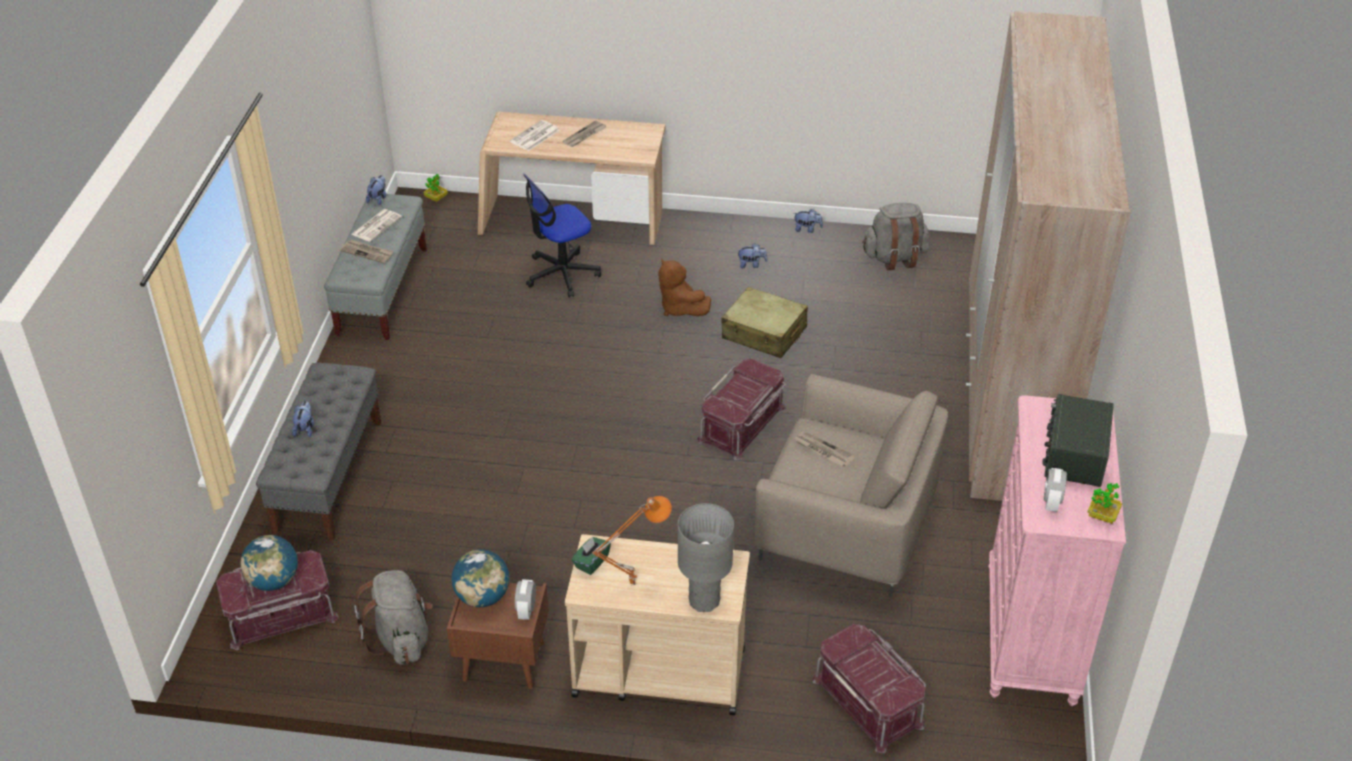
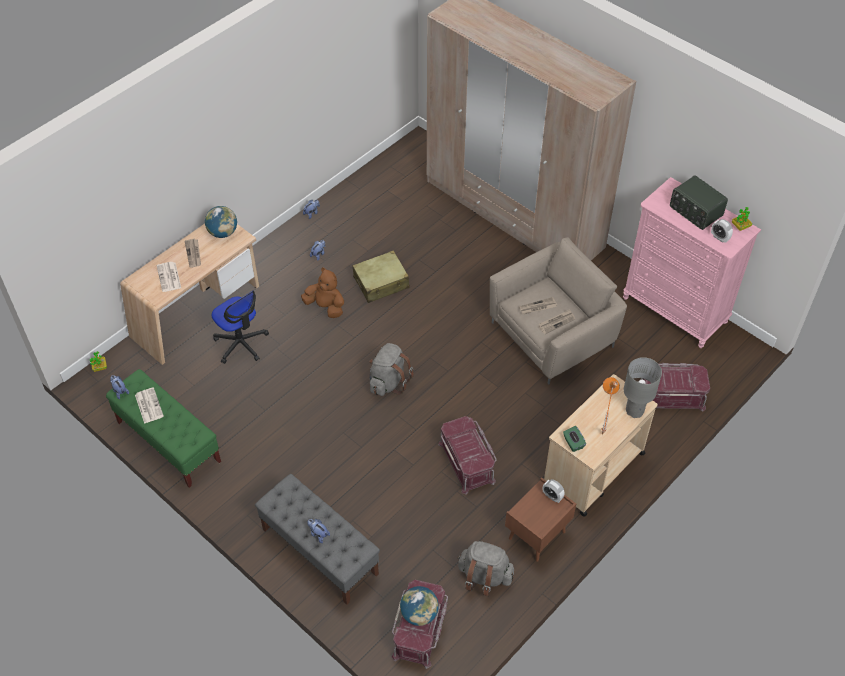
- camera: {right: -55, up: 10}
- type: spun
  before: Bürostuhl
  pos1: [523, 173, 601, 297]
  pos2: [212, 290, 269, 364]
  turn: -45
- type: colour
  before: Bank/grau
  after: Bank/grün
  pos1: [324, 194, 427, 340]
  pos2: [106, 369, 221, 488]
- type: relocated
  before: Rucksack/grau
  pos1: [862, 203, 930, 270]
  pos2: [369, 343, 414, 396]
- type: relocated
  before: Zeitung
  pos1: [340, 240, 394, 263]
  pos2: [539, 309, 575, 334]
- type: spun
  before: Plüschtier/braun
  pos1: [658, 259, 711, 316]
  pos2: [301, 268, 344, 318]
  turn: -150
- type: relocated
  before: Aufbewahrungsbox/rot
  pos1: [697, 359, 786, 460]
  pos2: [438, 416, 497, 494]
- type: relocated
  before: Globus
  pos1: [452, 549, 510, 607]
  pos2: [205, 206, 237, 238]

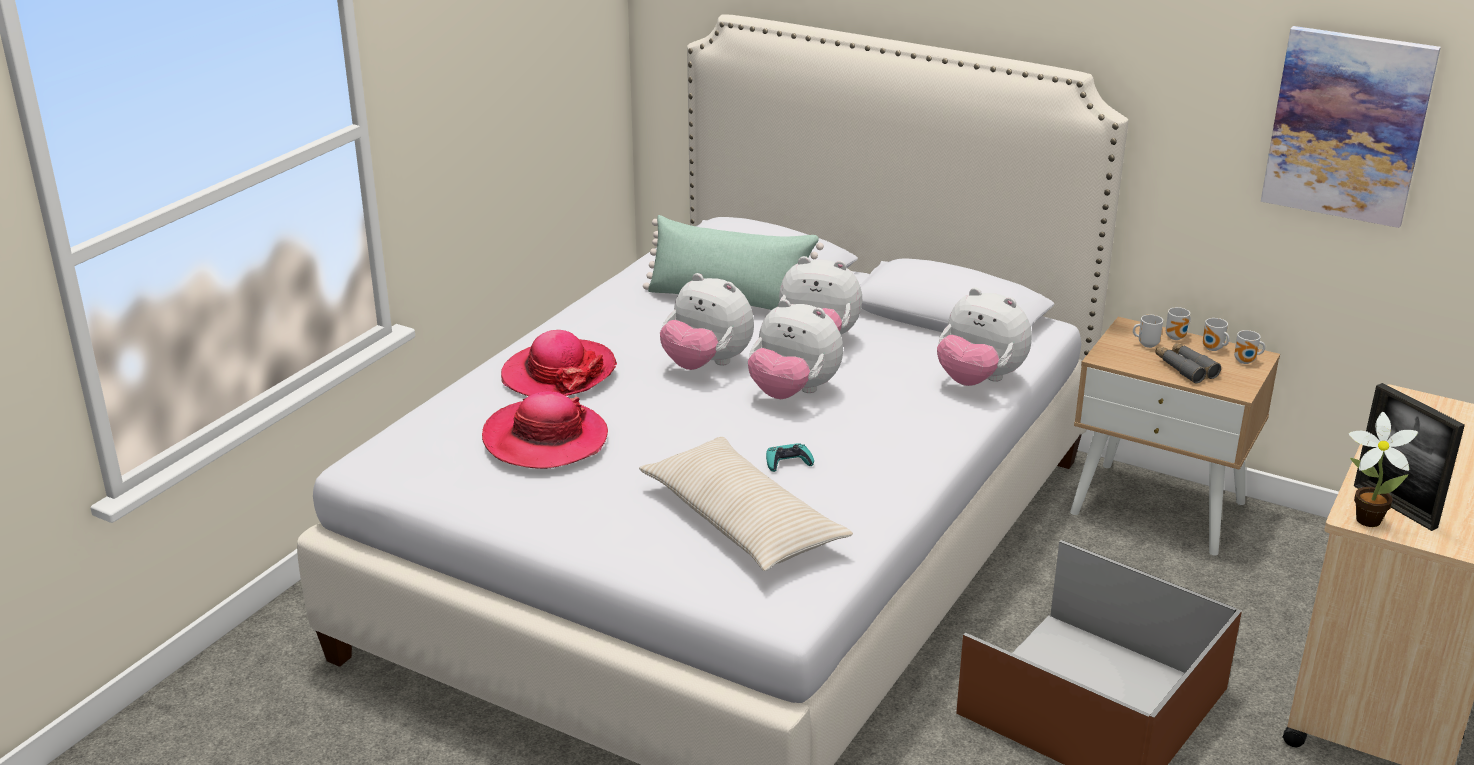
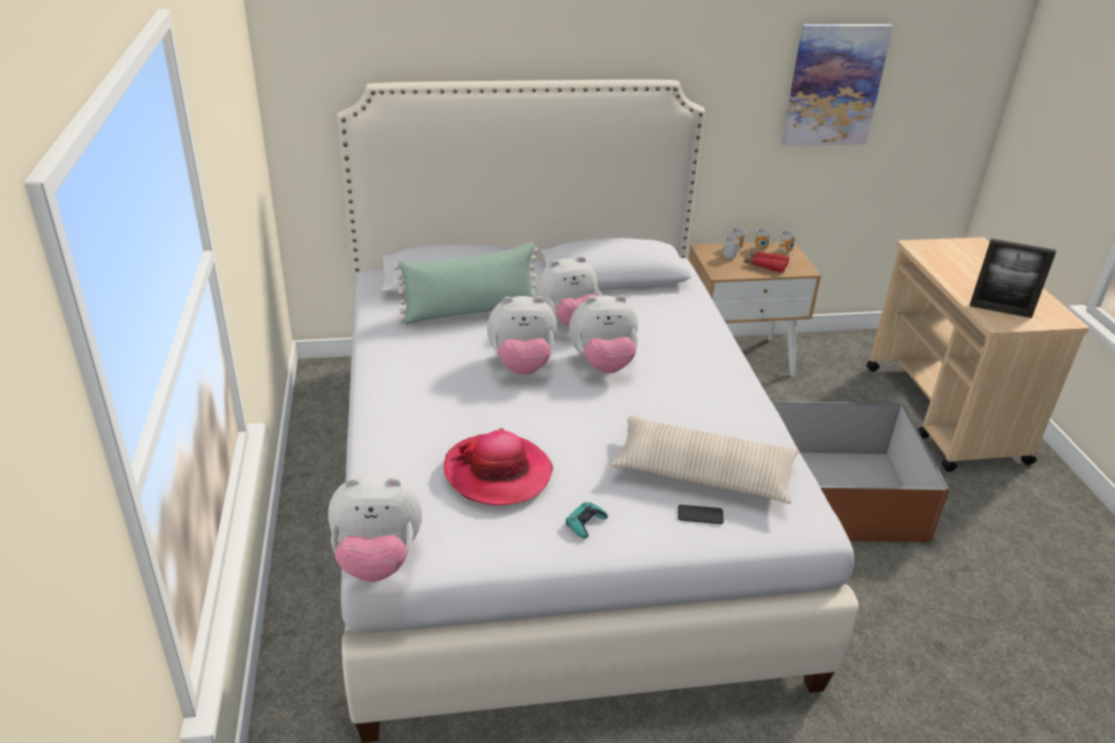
- camera: {right: -40, up: 5}
- type: relocated
  before: Plüschtier
  pos1: [937, 287, 1032, 386]
  pos2: [328, 473, 422, 582]
- type: missing
  before: Hut
  pos1: [501, 330, 617, 396]
- type: colour
  before: Fernglas/grau
  after: Fernglas/rot
  pos1: [1155, 342, 1221, 383]
  pos2: [745, 250, 789, 273]
- type: missing
  before: Topfpflanze
  pos1: [1349, 412, 1418, 527]
- type: relocated
  before: Gamepad/türkis
  pos1: [766, 443, 814, 472]
  pos2: [566, 502, 608, 539]
- type: appeared
  after: Handy
  pos2: [678, 505, 724, 524]

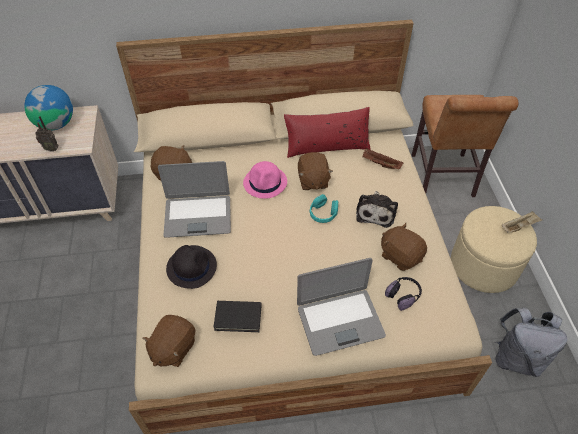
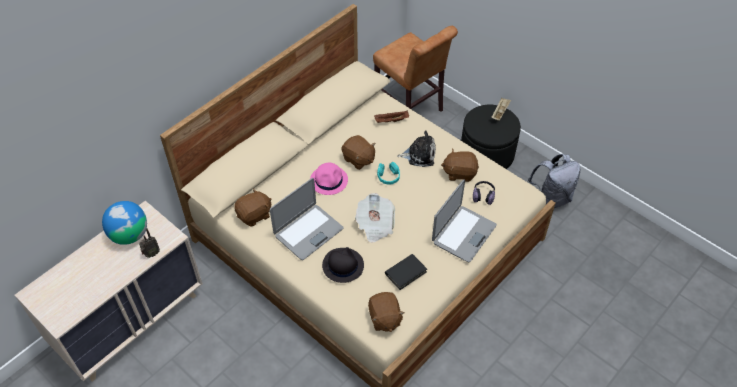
- camera: {right: -40, up: 0}
- type: missing
  before: Kissen/rot
  pos1: [284, 107, 371, 158]
- type: spun
  before: Plüschtier
  pos1: [356, 191, 398, 228]
  pos2: [397, 130, 436, 167]
  turn: -60
- type: colour
  before: Polsterhocker/beige
  after: Polsterhocker/schwarz
  pos1: [451, 206, 537, 293]
  pos2: [461, 105, 521, 169]
- type: appeared
  after: Zeitung
  pos2: [355, 193, 395, 243]

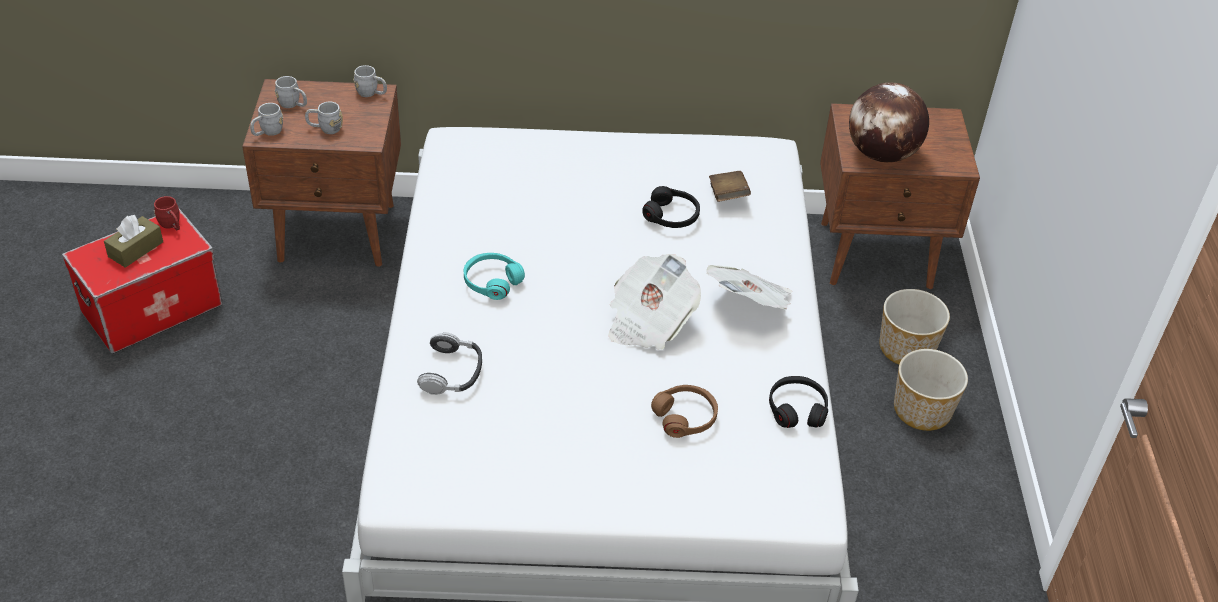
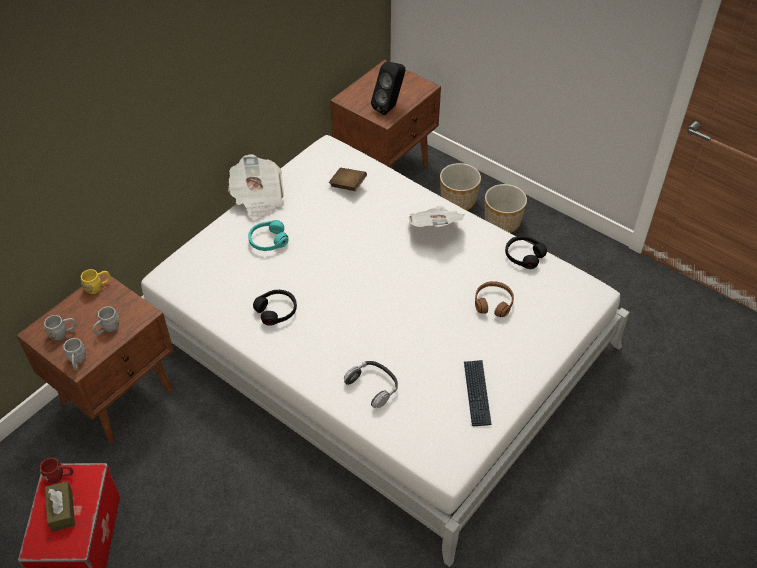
- camera: {right: -50, up: 5}
- type: colour
  before: Henkelbecher/grau
  after: Henkelbecher/gelb
  pos1: [354, 65, 387, 97]
  pos2: [81, 269, 110, 294]
- type: exchanged
  before: Globus
  after: Lautsprecher/schwarz
  pos1: [849, 82, 929, 162]
  pos2: [371, 61, 406, 115]
- type: relocated
  before: Kopfhörer/schwarz
  pos1: [643, 186, 700, 228]
  pos2: [253, 290, 297, 326]
- type: relocated
  before: Kopfhörer/türkis
  pos1: [464, 253, 525, 300]
  pos2: [248, 220, 289, 251]
- type: relocated
  before: Zeitung
  pos1: [609, 254, 701, 350]
  pos2: [228, 154, 284, 220]
- type: appeared
  after: Tastatur
  pos2: [464, 360, 491, 426]

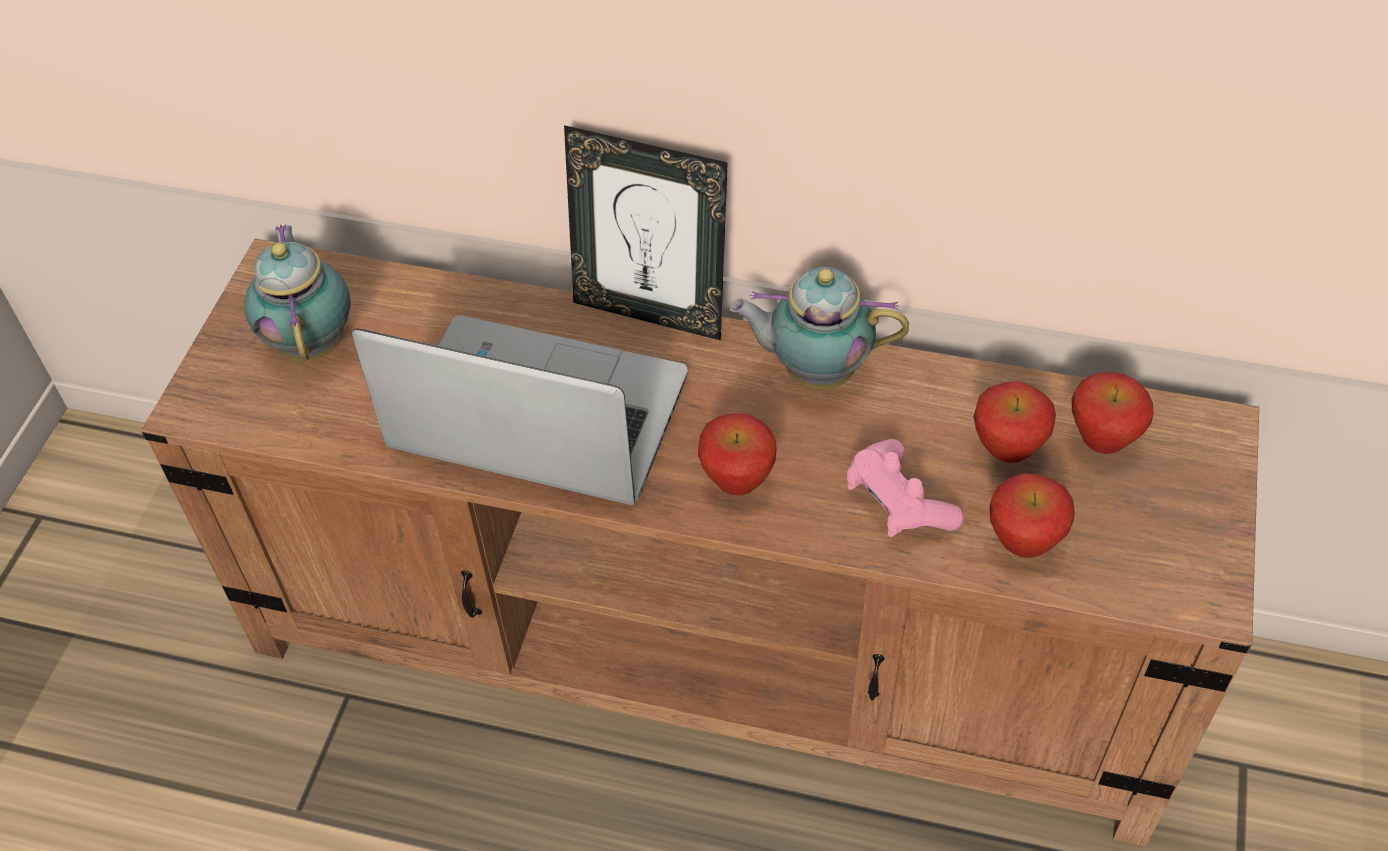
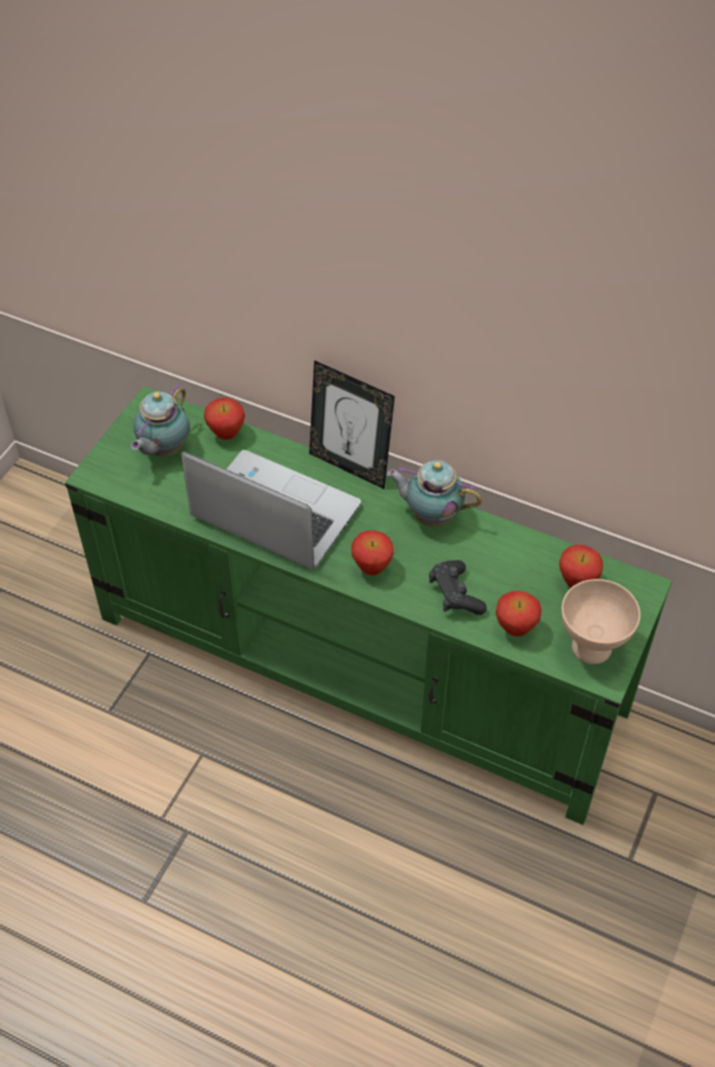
- camera: {right: 10, up: 0}
- type: spun
  before: Teekanne
  pos1: [244, 225, 351, 361]
  pos2: [131, 383, 190, 457]
  turn: -150
- type: colour
  before: Fernsehschrank/braun
  after: Fernsehschrank/grün
  pos1: [141, 239, 1259, 847]
  pos2: [65, 386, 672, 825]
- type: relocated
  before: Apfel
  pos1: [973, 381, 1056, 463]
  pos2: [204, 398, 245, 440]
- type: colour
  before: Gamepad/rosa
  after: Gamepad/schwarz
  pos1: [847, 439, 964, 537]
  pos2: [429, 560, 487, 615]
- type: appeared
  after: Schüssel/beige
  pos2: [561, 579, 640, 664]

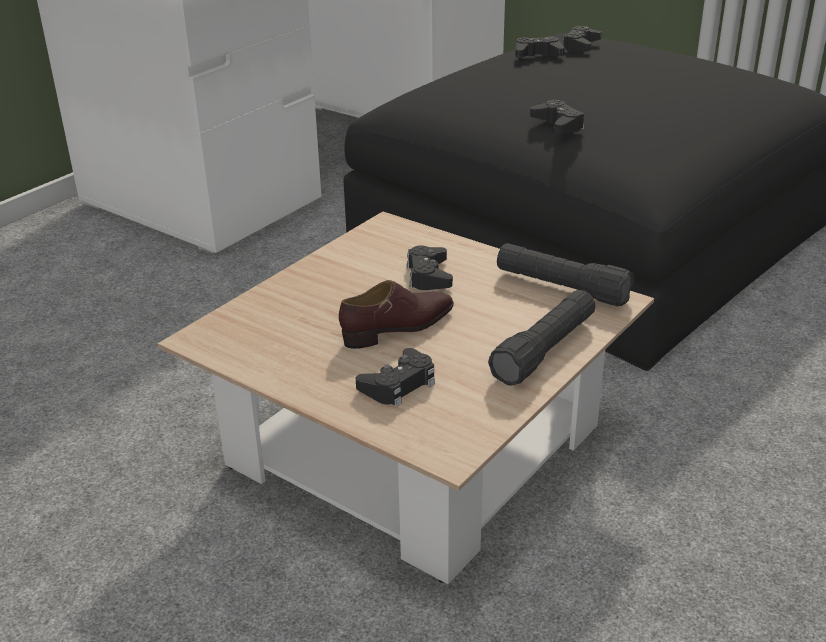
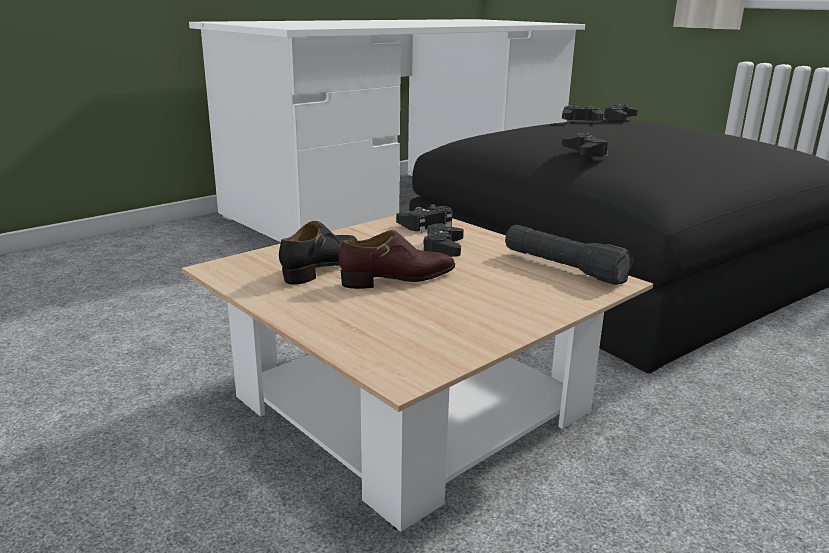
- camera: {right: 10, up: -10}
- type: missing
  before: Taschenlampe/schwarz
  pos1: [488, 290, 595, 386]
- type: relocated
  before: Gamepad/schwarz
  pos1: [356, 348, 435, 407]
  pos2: [396, 204, 452, 233]
- type: appeared
  after: Schuh/schwarz
  pos2: [279, 221, 357, 285]

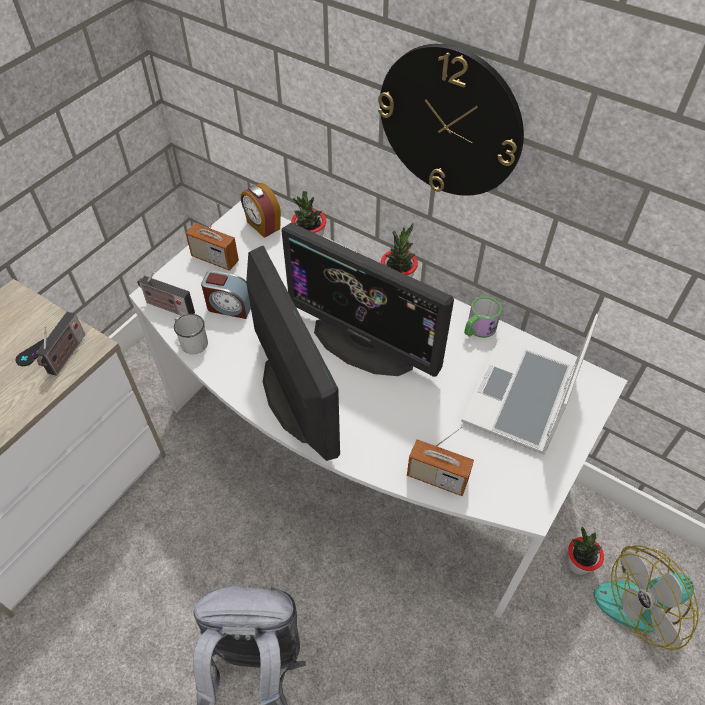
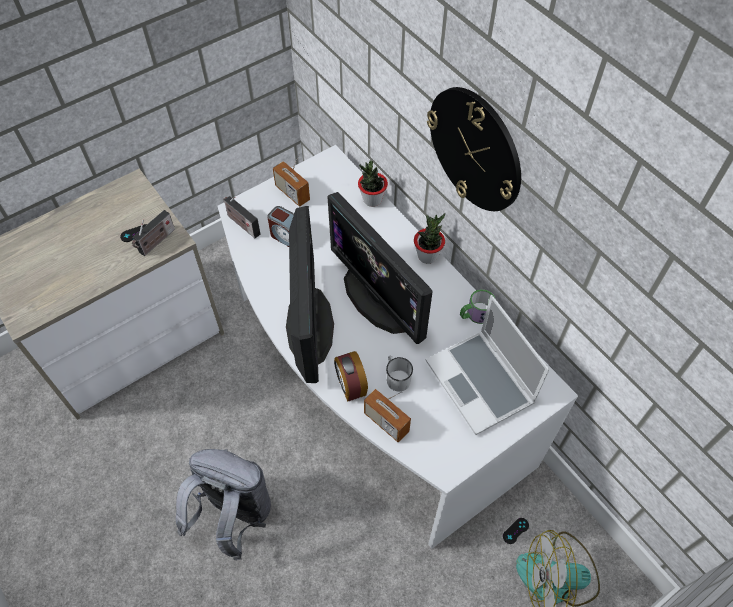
- camera: {right: 20, up: 5}
- type: relocated
  before: Wecker
  pos1: [241, 183, 281, 238]
  pos2: [334, 351, 368, 402]
- type: relocated
  before: Henkelbecher/weiß
  pos1: [174, 314, 208, 354]
  pos2: [386, 355, 413, 392]
- type: spun
  before: Laptop
  pos1: [461, 314, 598, 455]
  pos2: [425, 295, 550, 435]
  turn: -75
- type: exchanged
  before: Topfpflanze
  after: Gamepad/schwarz
  pos1: [568, 527, 604, 575]
  pos2: [503, 518, 529, 544]

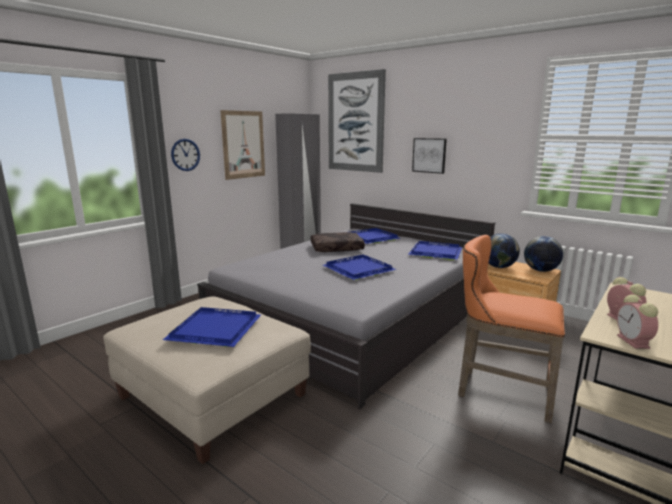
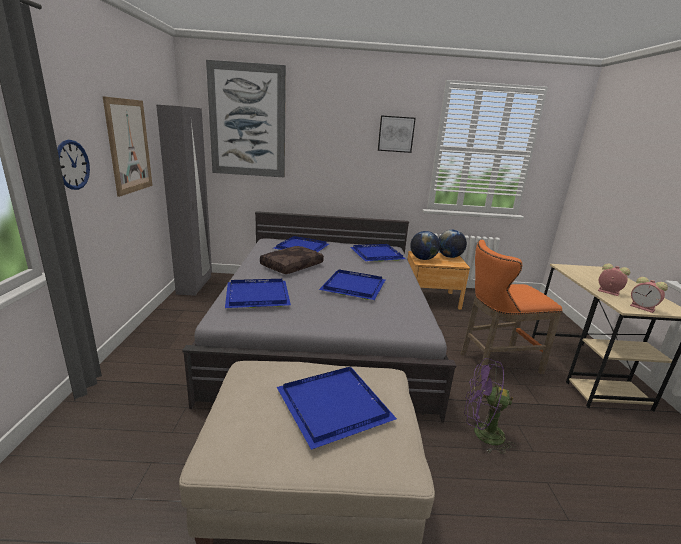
- camera: {right: -40, up: 5}
- type: relocated
  before: Bild
  pos1: [412, 138, 447, 174]
  pos2: [378, 115, 416, 153]
- type: appeared
  after: Tablett/blau
  pos2: [225, 279, 291, 308]
- type: appeared
  after: Ventilator/lila
  pos2: [464, 358, 516, 454]

